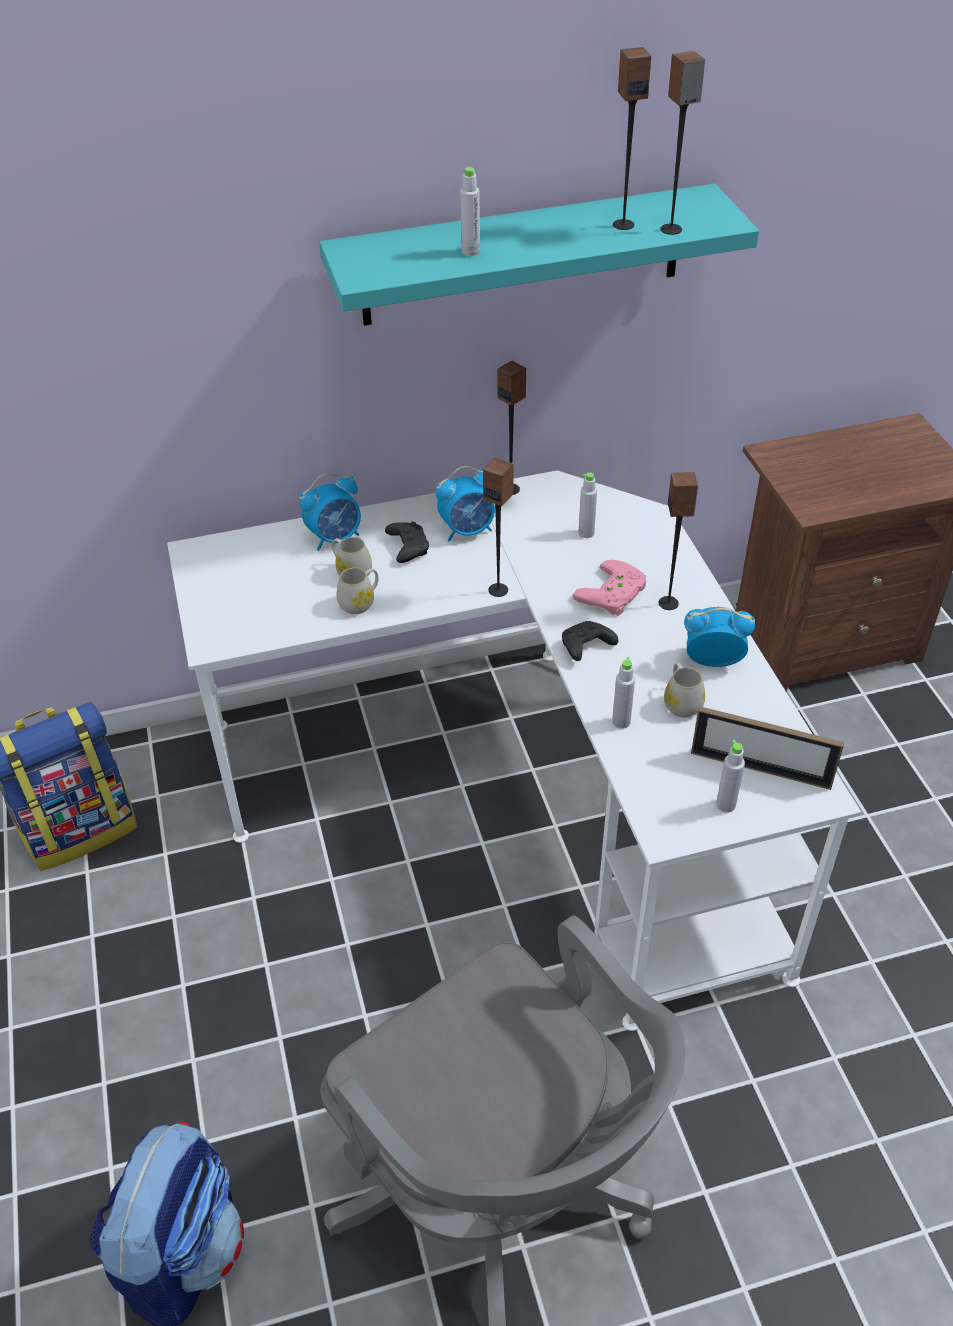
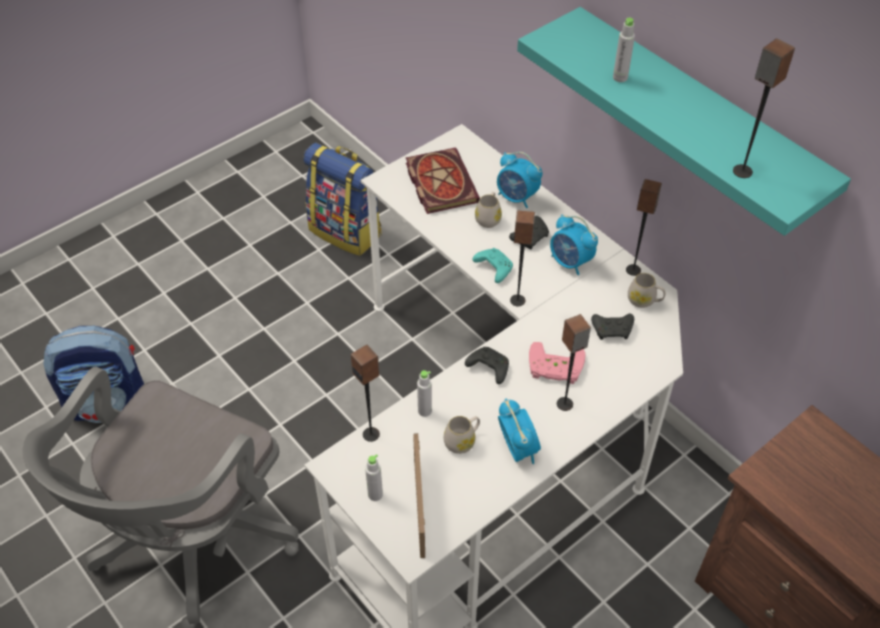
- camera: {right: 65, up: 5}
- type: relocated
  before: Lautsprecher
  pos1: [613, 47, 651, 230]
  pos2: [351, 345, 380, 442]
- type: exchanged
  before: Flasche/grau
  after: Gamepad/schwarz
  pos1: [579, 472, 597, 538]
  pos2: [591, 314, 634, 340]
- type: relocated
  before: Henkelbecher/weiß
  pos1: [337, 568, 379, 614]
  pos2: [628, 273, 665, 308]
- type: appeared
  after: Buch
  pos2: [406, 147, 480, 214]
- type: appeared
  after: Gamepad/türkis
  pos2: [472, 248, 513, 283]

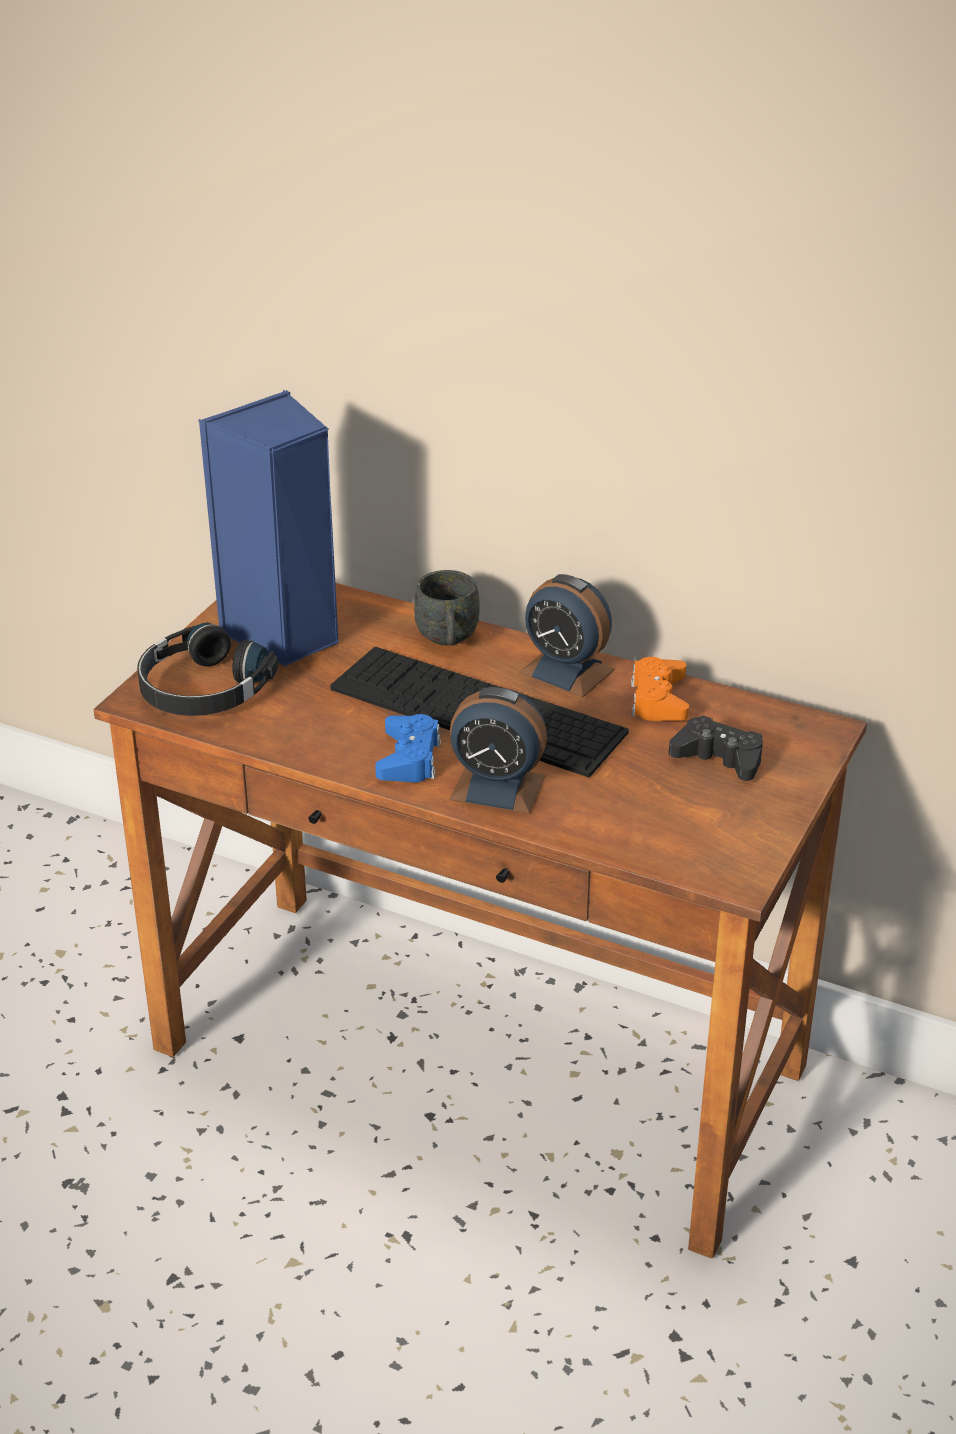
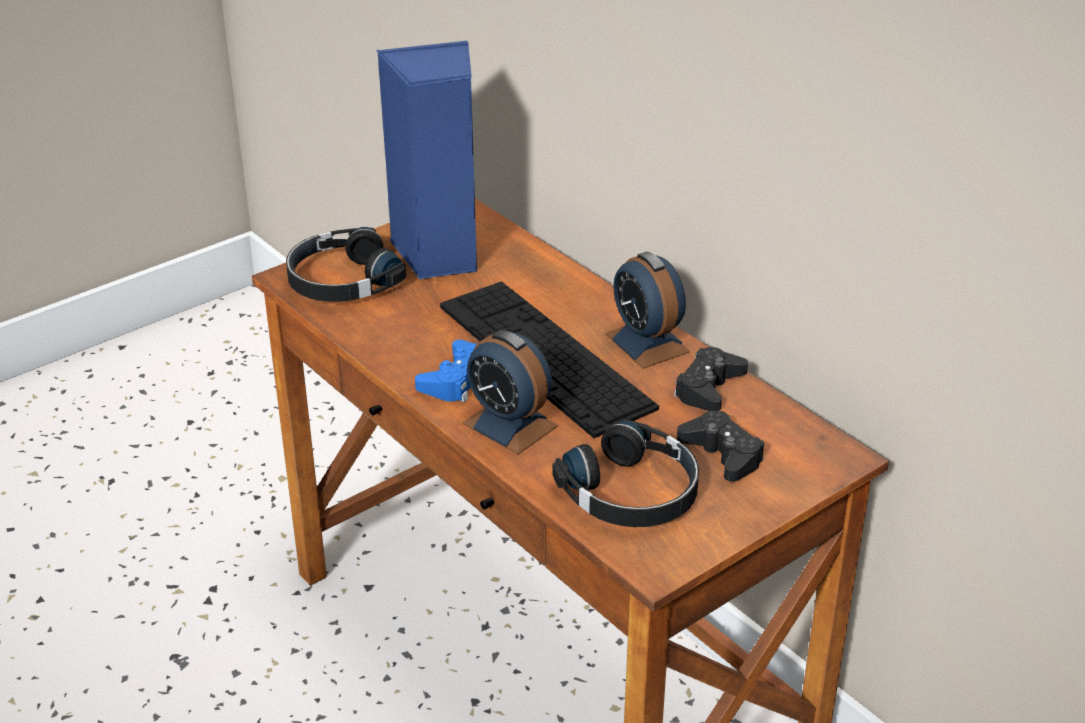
- camera: {right: 25, up: 0}
- type: missing
  before: Henkelbecher/grau
  pos1: [414, 570, 479, 645]
- type: colour
  before: Gamepad/orange
  after: Gamepad/schwarz
  pos1: [631, 657, 689, 721]
  pos2: [674, 347, 748, 411]
- type: appeared
  after: Kopfhörer/schwarz
  pos2: [552, 419, 699, 527]

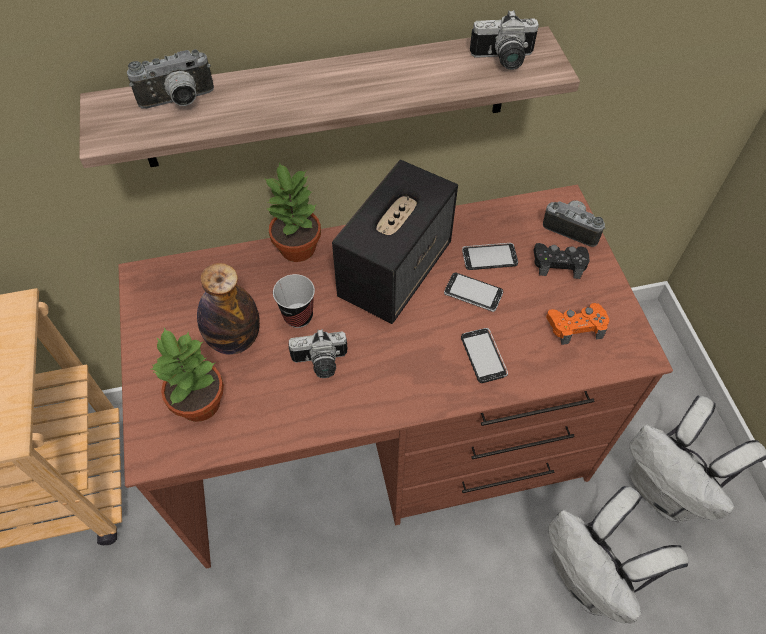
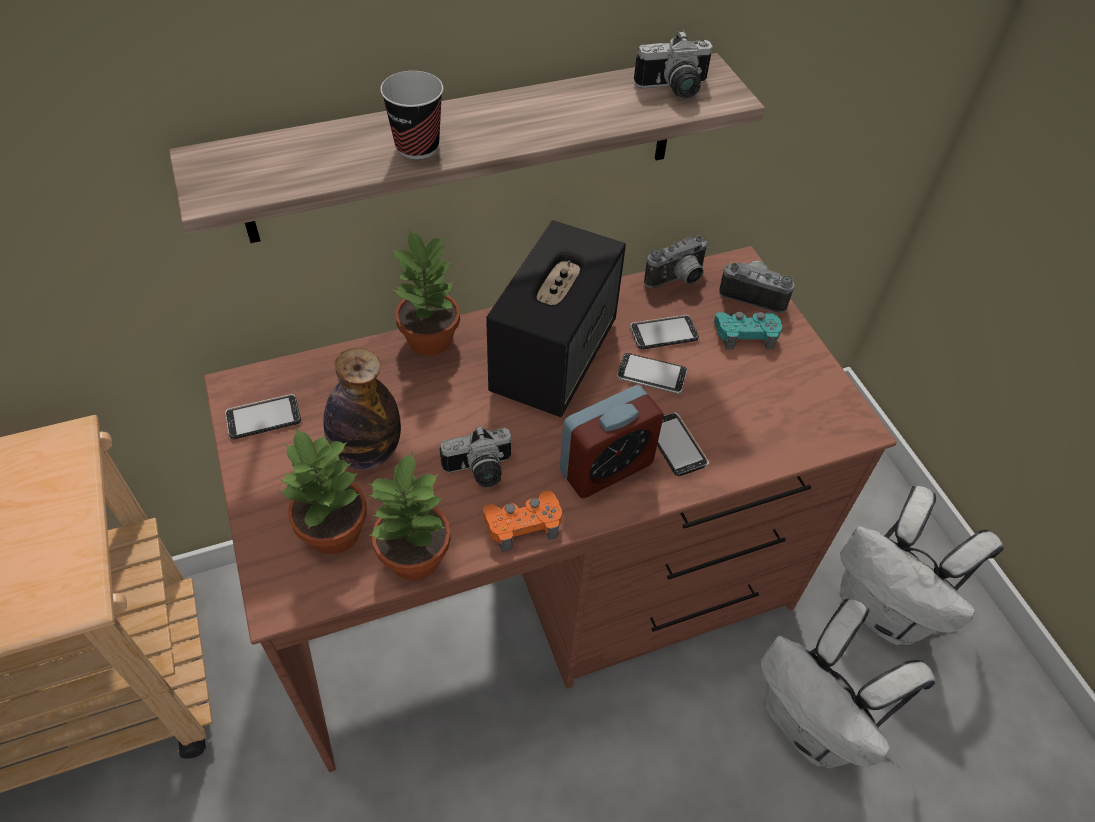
- camera: {right: -10, up: -5}
- type: relocated
  before: Kamera
  pos1: [127, 49, 214, 109]
  pos2: [644, 236, 708, 288]
- type: colour
  before: Gamepad/schwarz
  after: Gamepad/türkis
  pos1: [533, 243, 590, 279]
  pos2: [714, 312, 782, 350]
- type: relocated
  before: Tasse
  pos1: [273, 274, 315, 328]
  pos2: [380, 71, 443, 159]
- type: relocated
  before: Gamepad/orange
  pos1: [546, 303, 609, 345]
  pos2: [483, 491, 562, 552]
- type: appeared
  after: Wecker
  pos2: [560, 385, 664, 498]
- type: appeared
  after: Handy
  pos2: [225, 394, 301, 439]
- type: appeared
  after: Topfpflanze
  pos2: [368, 452, 451, 580]

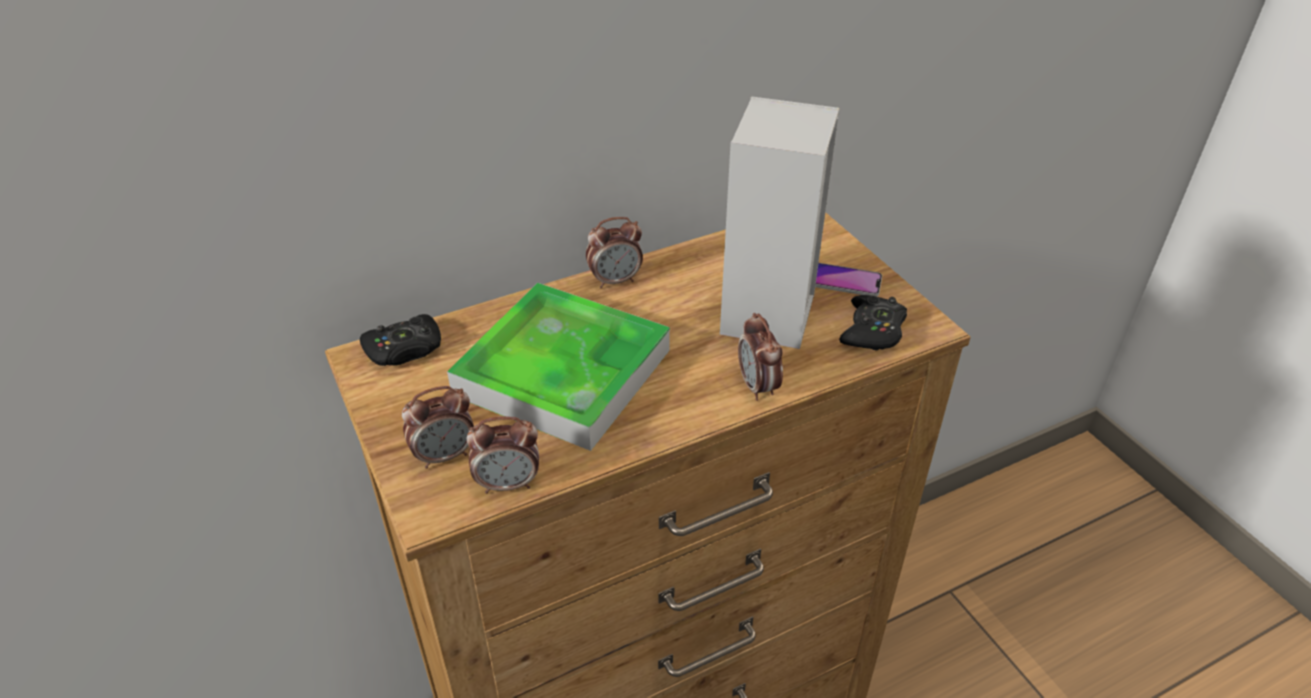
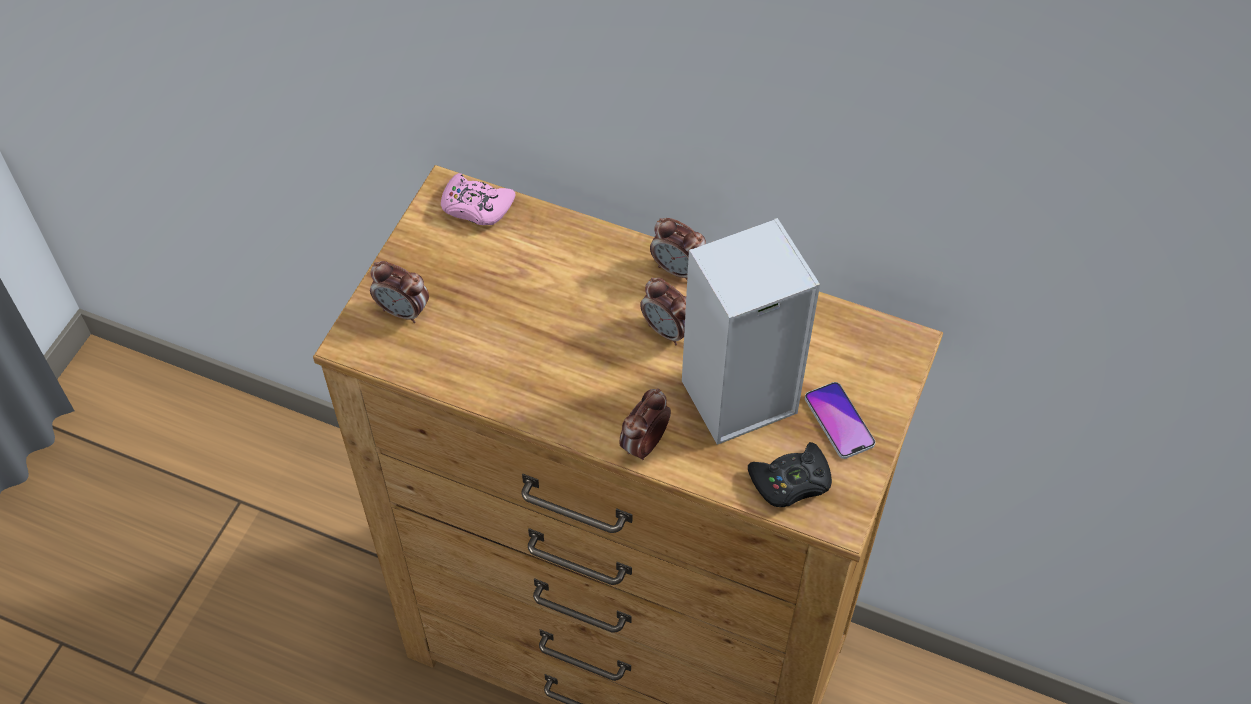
- camera: {right: 50, up: 15}
- type: missing
  before: Tablett
  pos1: [447, 283, 670, 451]
- type: colour
  before: Gamepad/schwarz
  after: Gamepad/rosa
  pos1: [360, 314, 441, 366]
  pos2: [441, 173, 515, 225]
- type: relocated
  before: Wecker
  pos1: [467, 416, 539, 494]
  pos2: [640, 277, 686, 345]

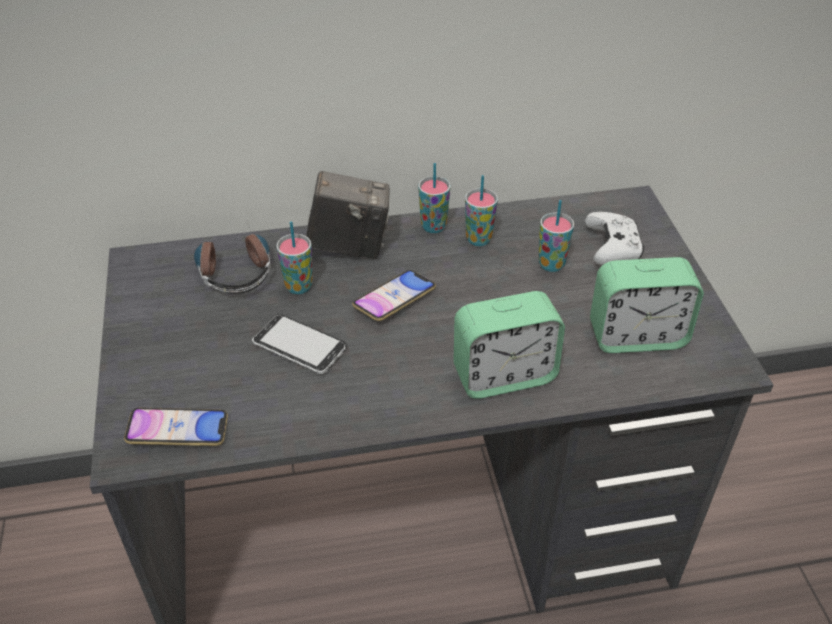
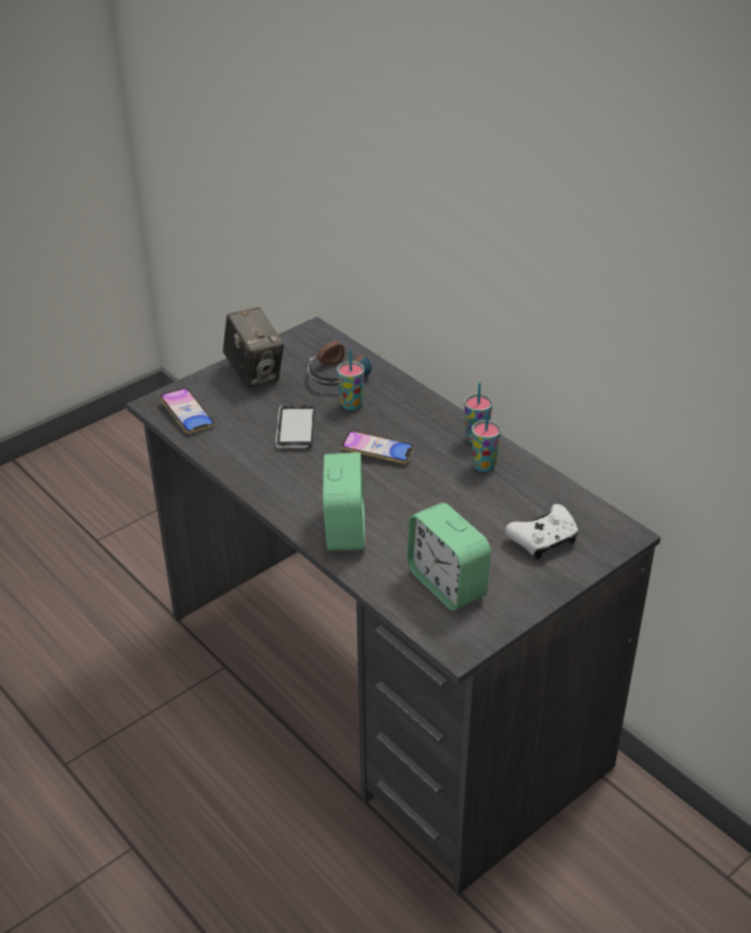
- camera: {right: 60, up: -5}
- type: relocated
  before: Kamera
  pos1: [306, 170, 390, 259]
  pos2: [223, 307, 284, 388]
- type: missing
  before: Tasse
  pos1: [538, 200, 574, 272]
- type: spun
  before: Wecker
  pos1: [454, 291, 565, 399]
  pos2: [323, 452, 365, 551]
  turn: -135

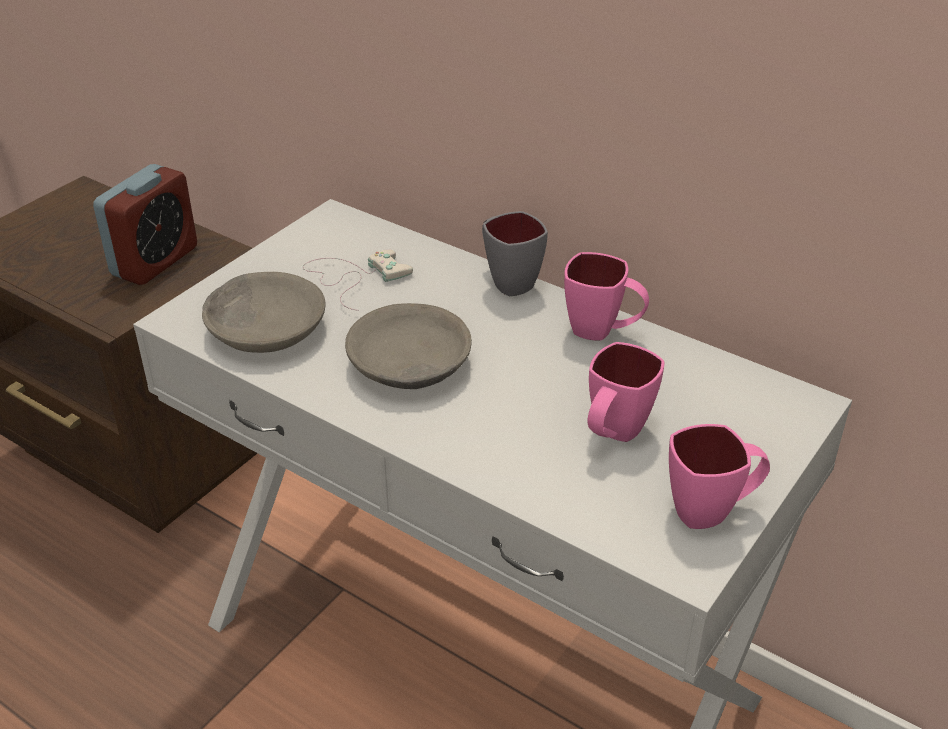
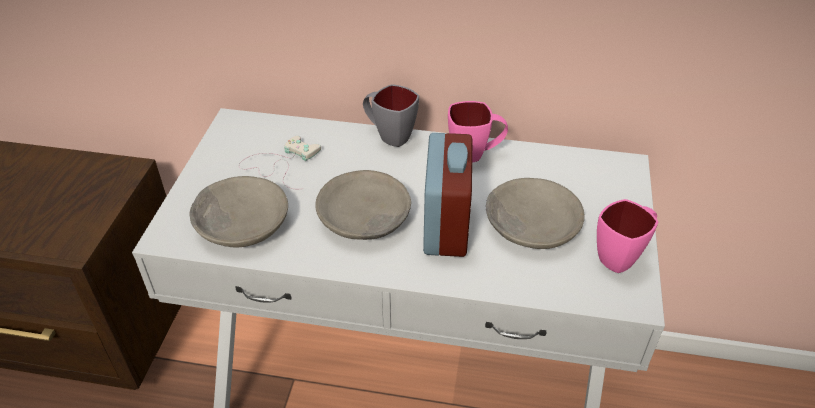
- camera: {right: -25, up: 5}
- type: relocated
  before: Wecker
  pos1: [93, 164, 197, 285]
  pos2: [423, 133, 472, 257]
- type: exchanged
  before: Henkelbecher/rosa
  after: Schüssel/grau
  pos1: [587, 342, 665, 442]
  pos2: [486, 178, 585, 249]

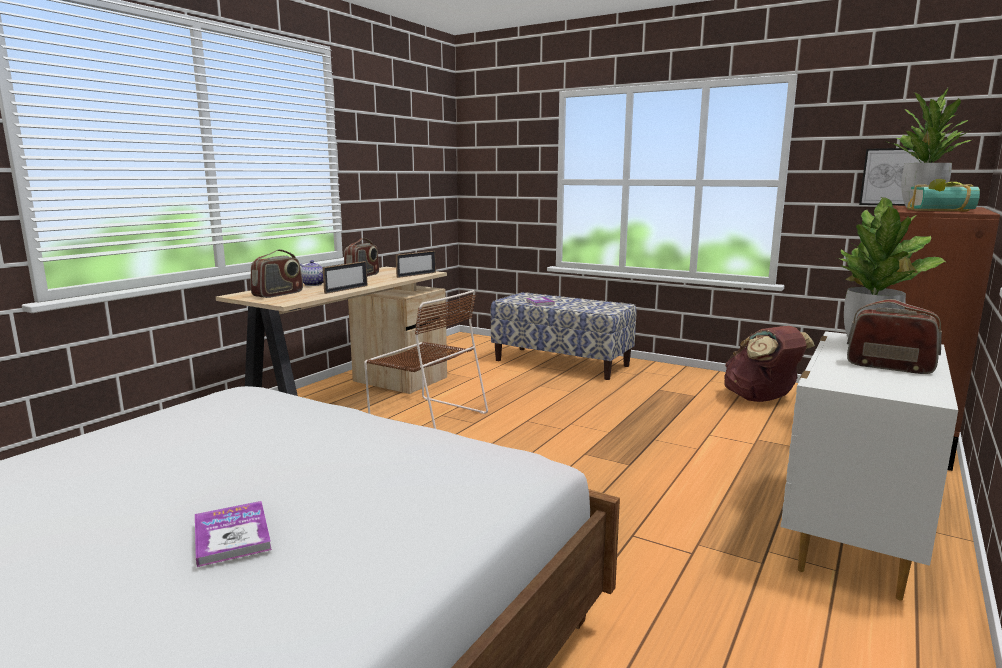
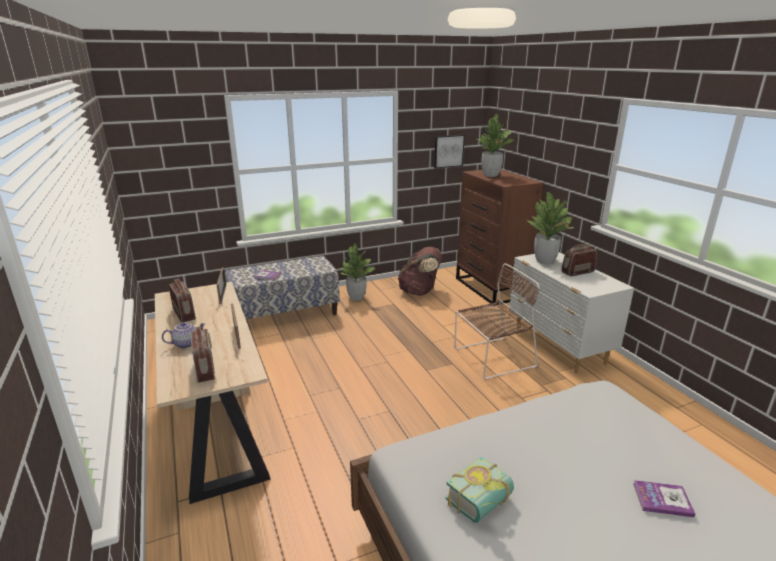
- camera: {right: -55, up: 10}
- type: relocated
  before: Buch
  pos1: [907, 179, 980, 211]
  pos2: [446, 457, 514, 523]
- type: relocated
  before: Stuhl/braun
  pos1: [364, 290, 488, 429]
  pos2: [454, 263, 540, 380]
- type: appeared
  after: Topfpflanze
  pos2: [339, 243, 375, 301]

